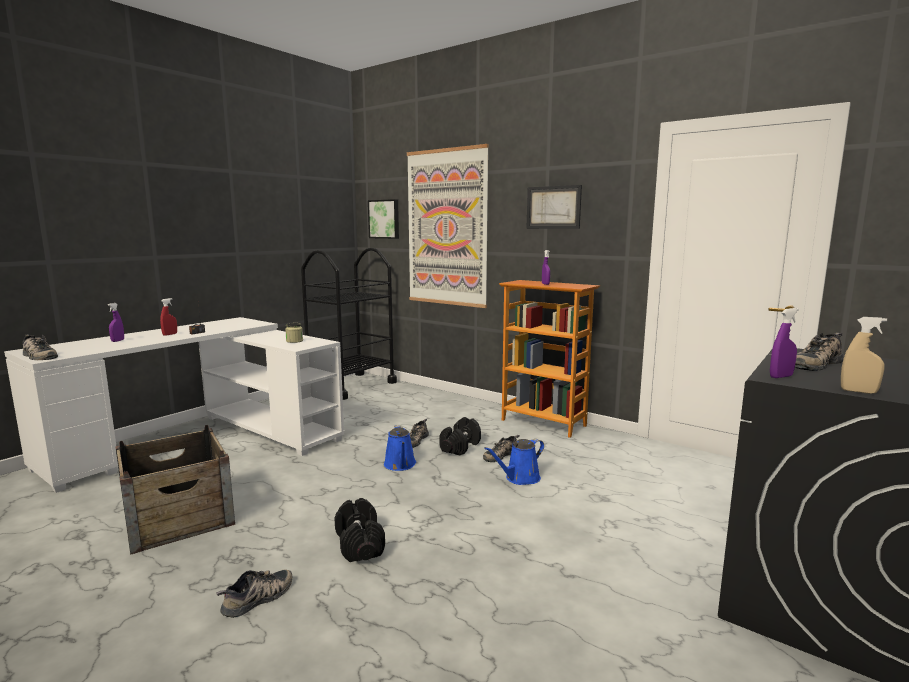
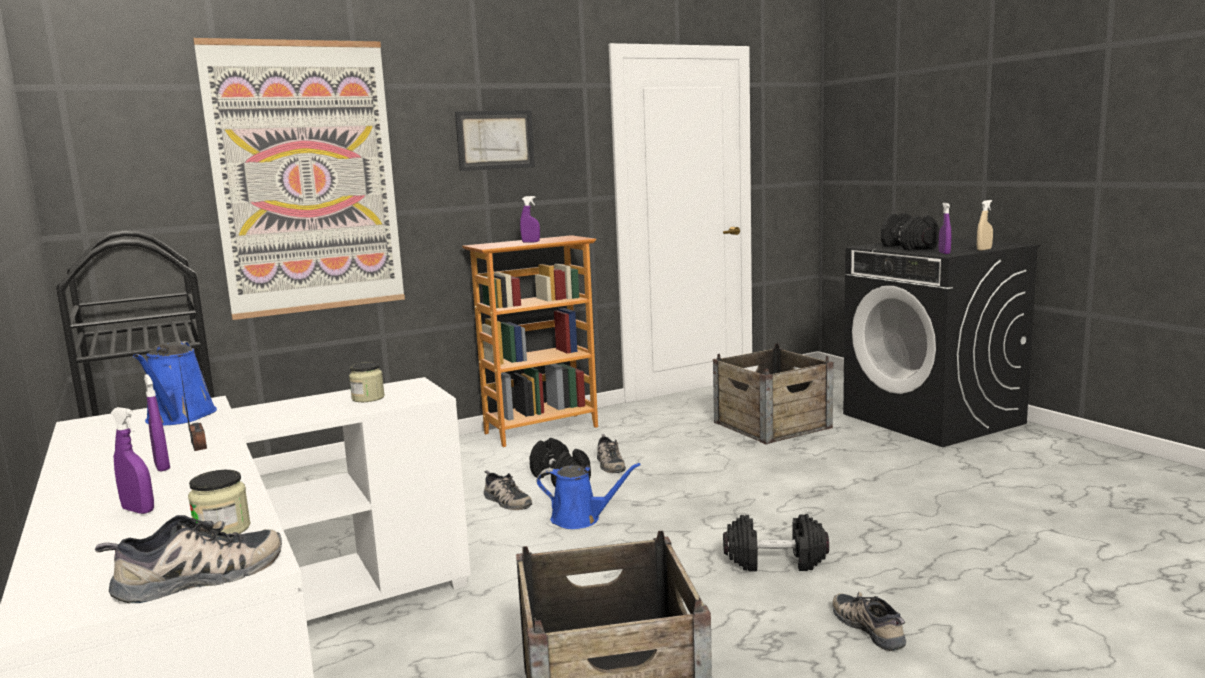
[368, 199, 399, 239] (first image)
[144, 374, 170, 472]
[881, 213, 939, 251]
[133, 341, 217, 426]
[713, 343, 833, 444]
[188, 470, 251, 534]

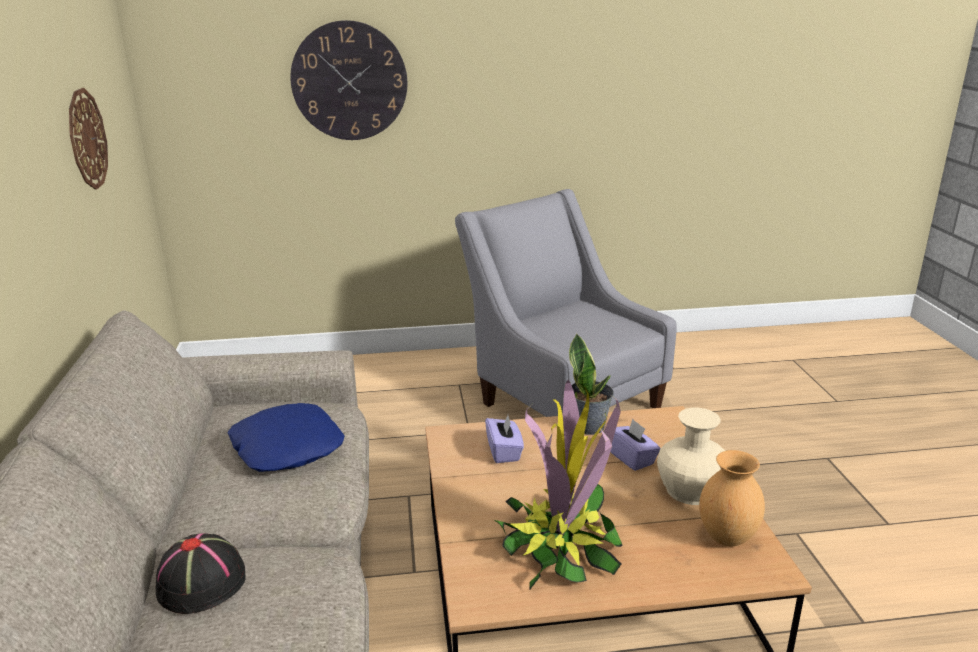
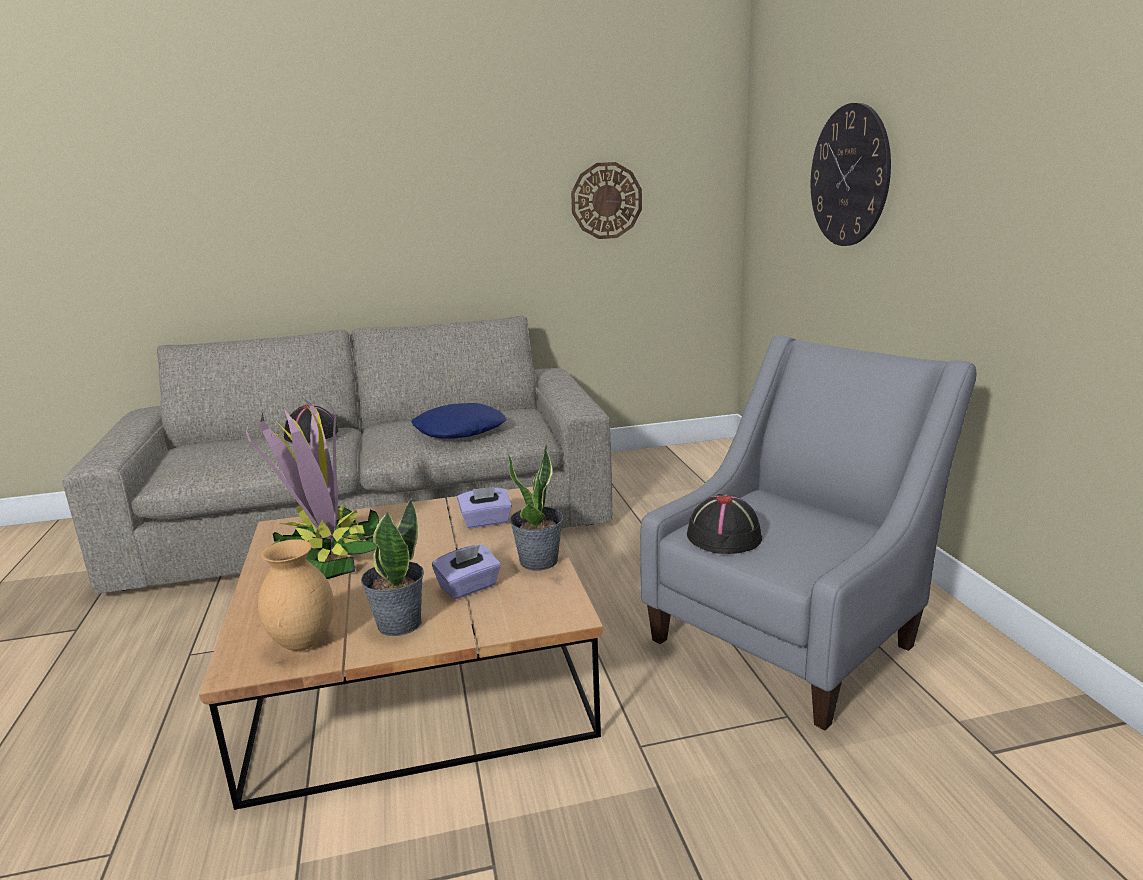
[361, 498, 424, 636]
[687, 494, 762, 554]

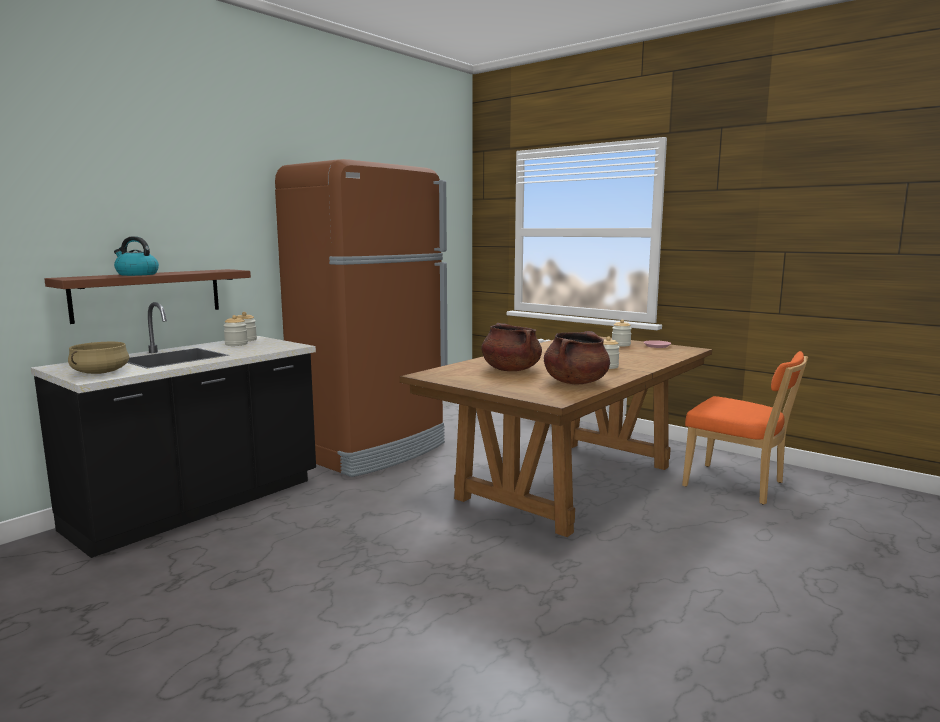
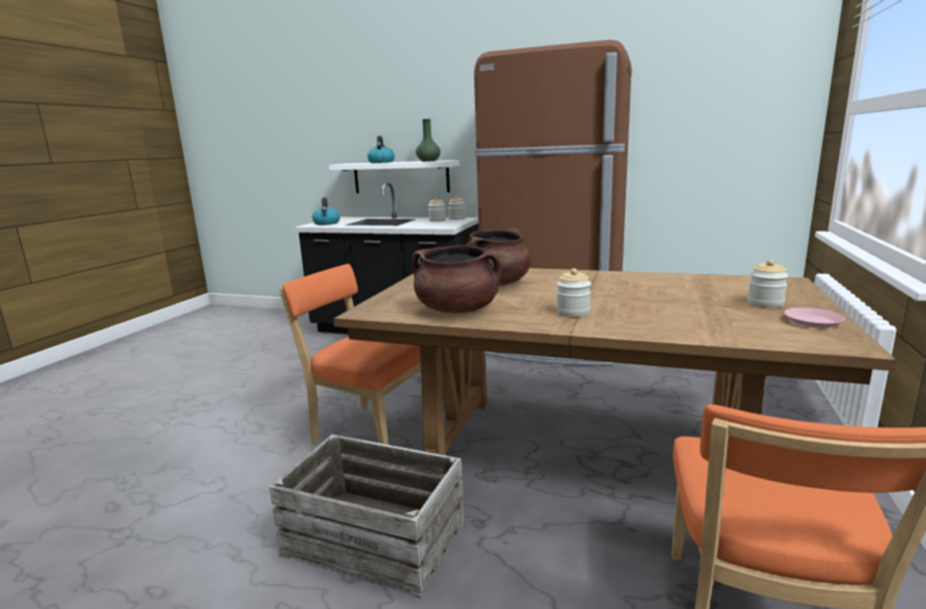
[329, 160, 460, 193]
[312, 197, 340, 225]
[416, 119, 441, 162]
[279, 264, 421, 465]
[269, 434, 464, 598]

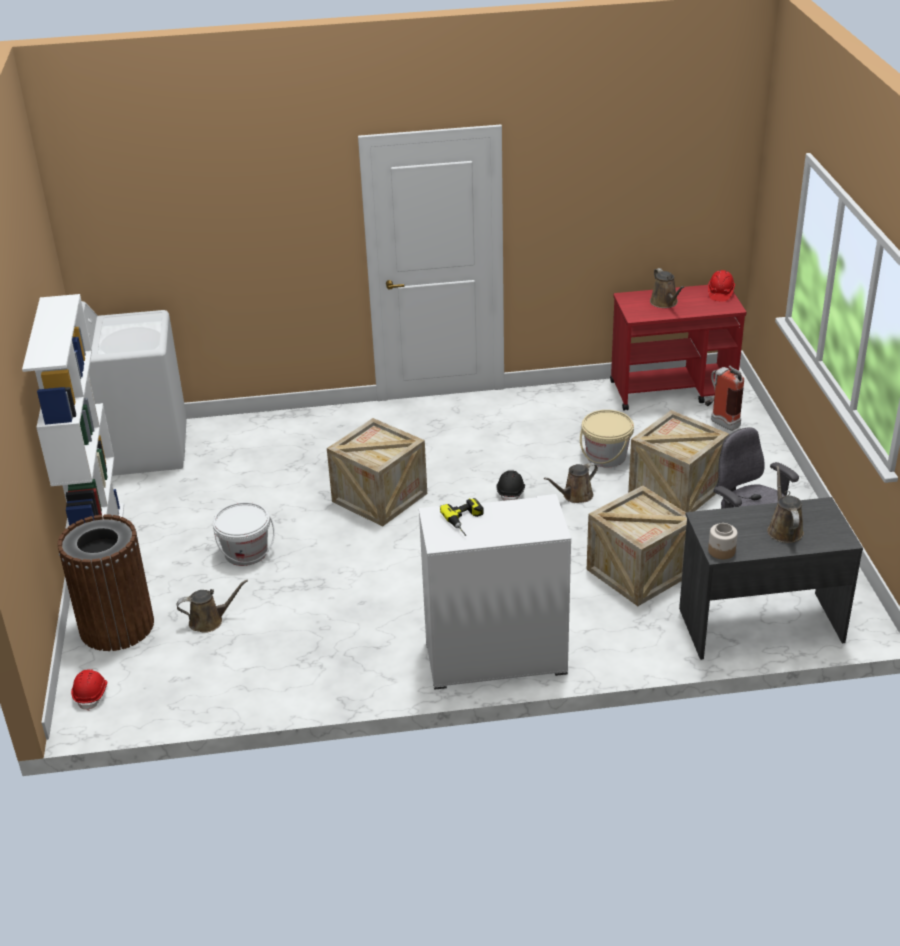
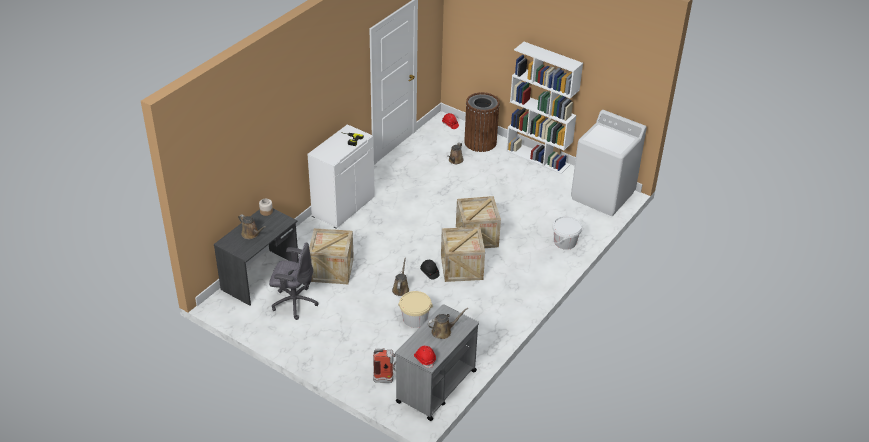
[428, 308, 469, 339]
[395, 304, 479, 421]
[441, 227, 485, 282]
[552, 216, 582, 250]

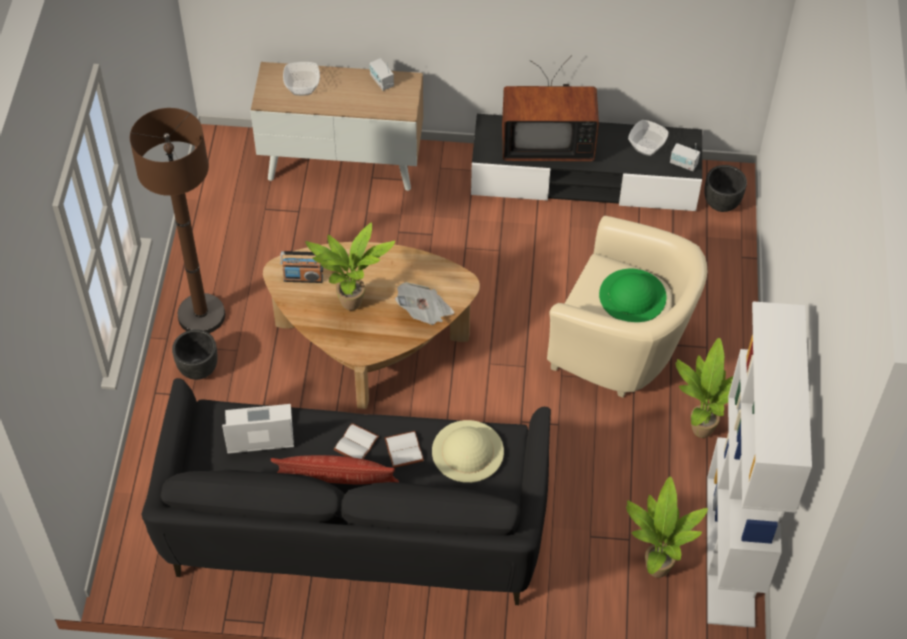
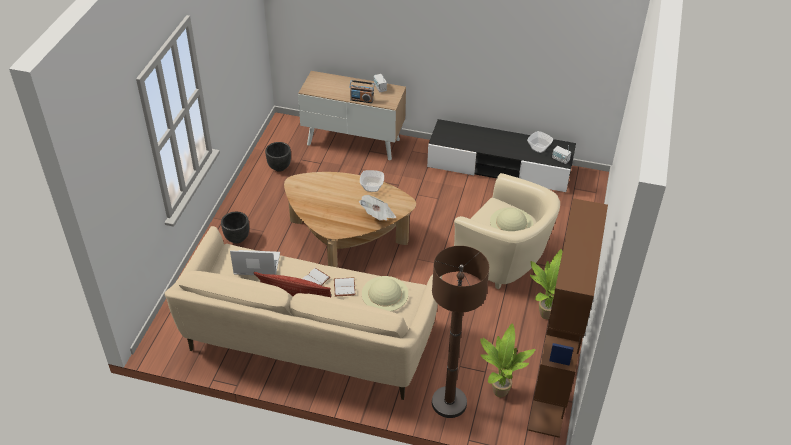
[502, 55, 599, 161] (first image)
[360, 170, 384, 192]
[432, 246, 489, 418]
[265, 142, 291, 172]
[305, 223, 395, 310] (first image)
[350, 80, 374, 103]
[490, 207, 533, 231]
[528, 198, 608, 438]
[165, 226, 442, 400]

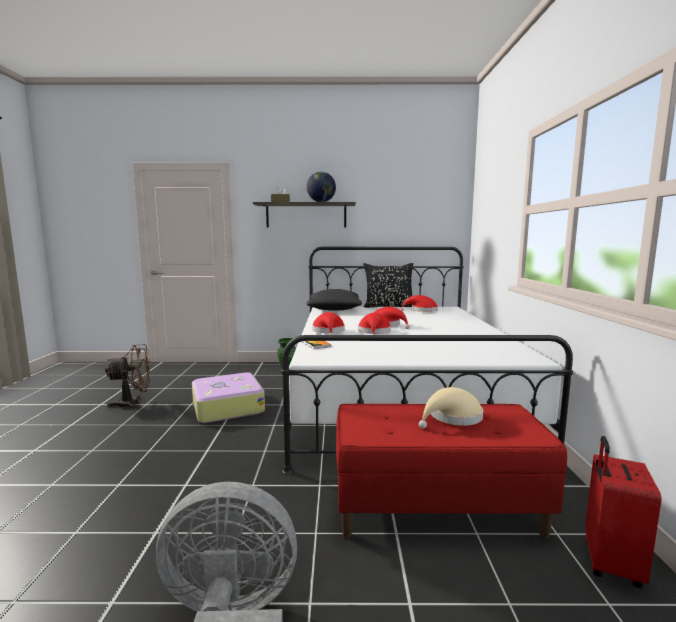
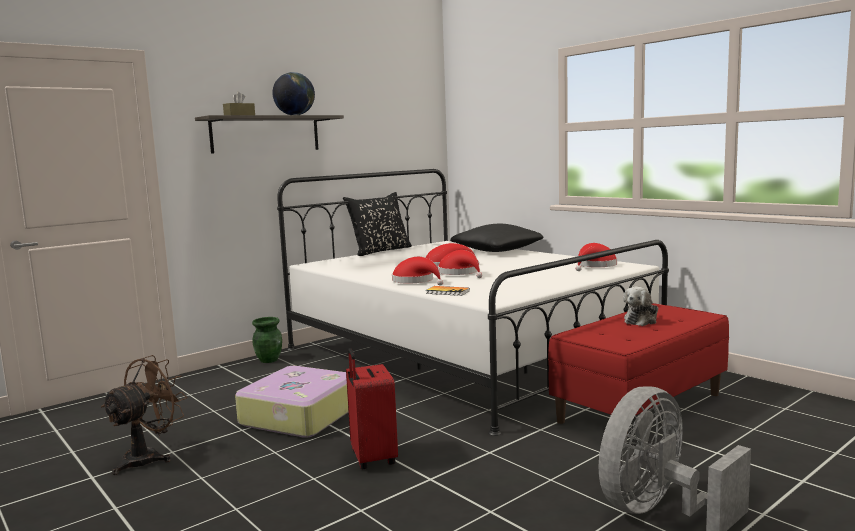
[450, 224, 543, 252]
[575, 243, 617, 271]
[623, 287, 658, 326]
[346, 348, 398, 469]

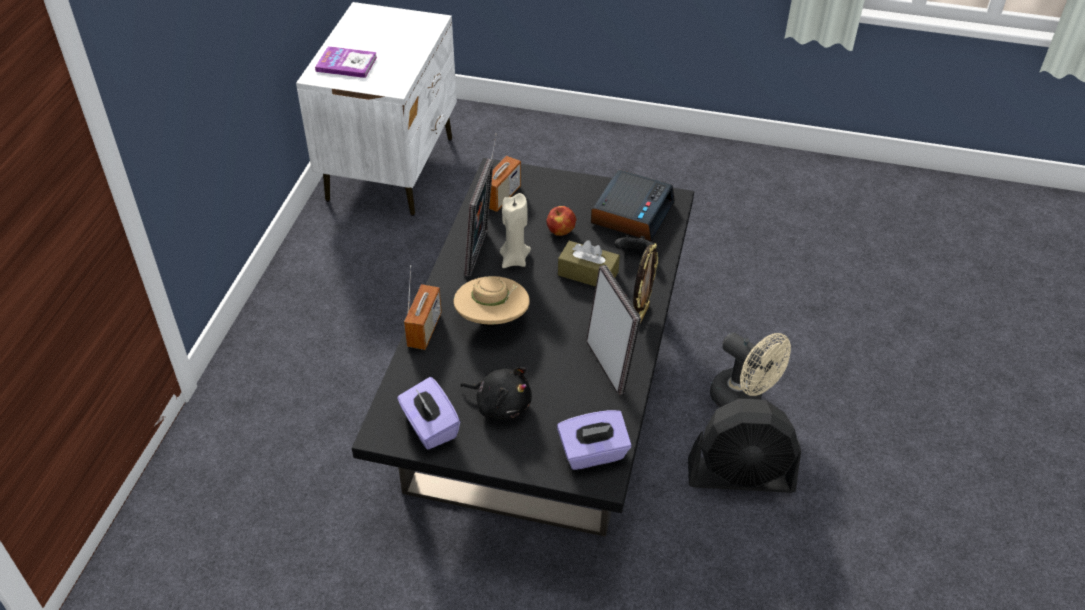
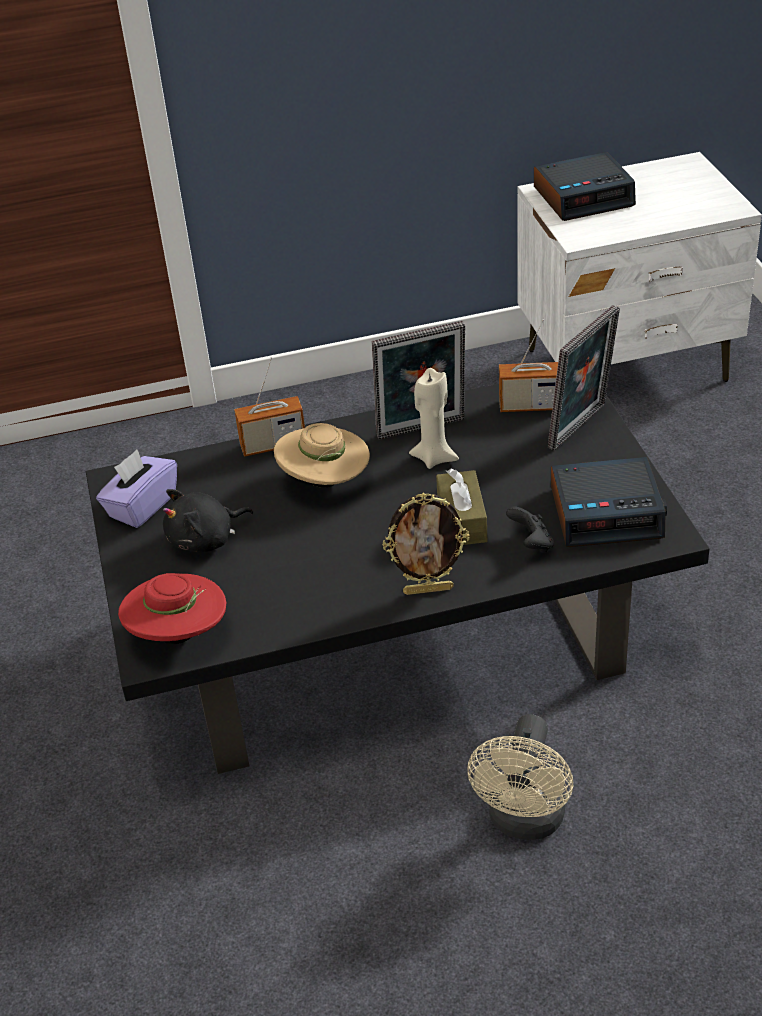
[534, 152, 636, 221]
[547, 206, 576, 236] (first image)
[548, 305, 620, 451]
[163, 489, 253, 552]
[688, 398, 801, 493] (first image)
[118, 573, 226, 644]

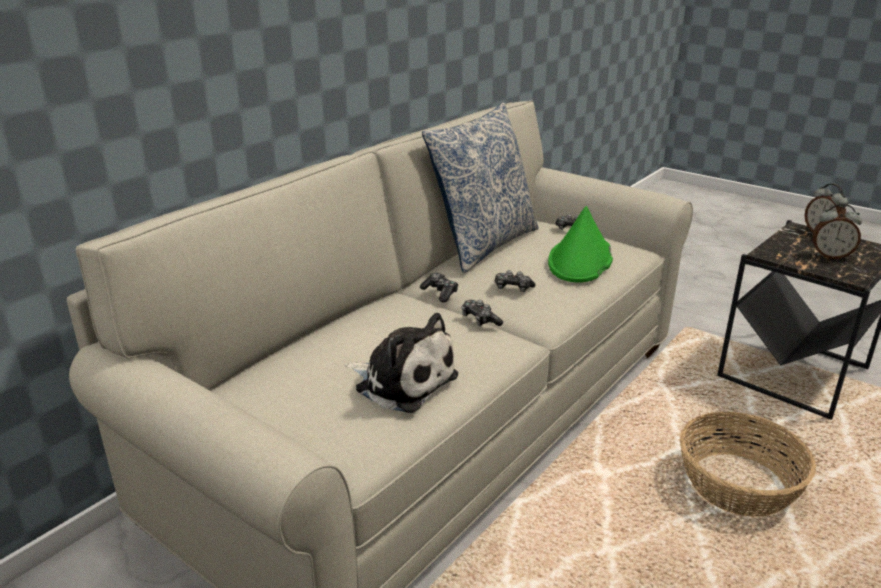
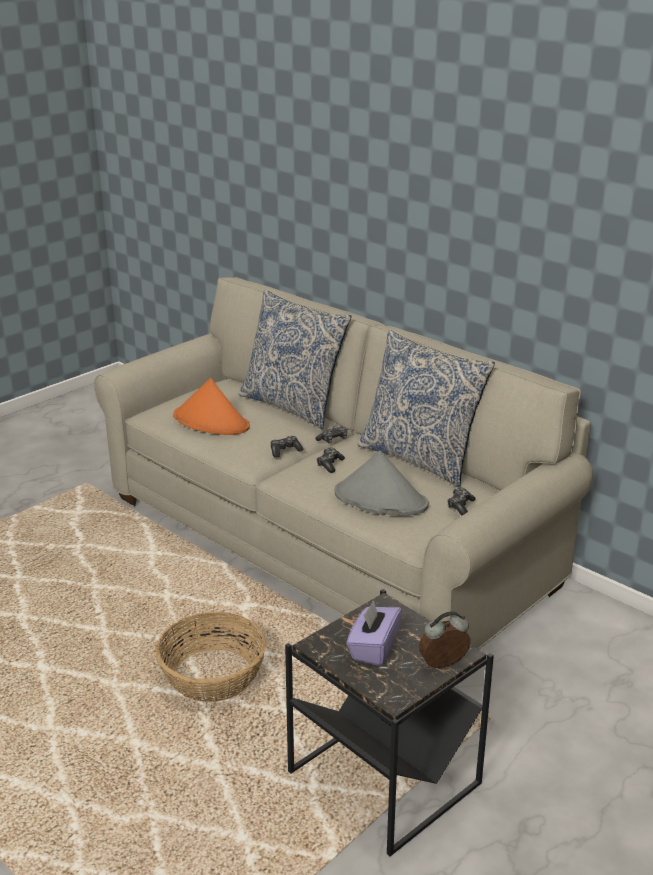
[347, 600, 402, 666]
[335, 451, 429, 516]
[173, 378, 250, 435]
[239, 290, 352, 429]

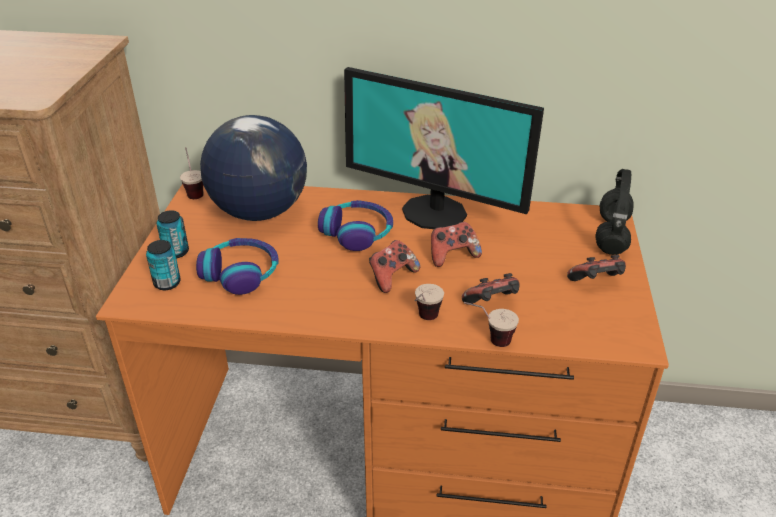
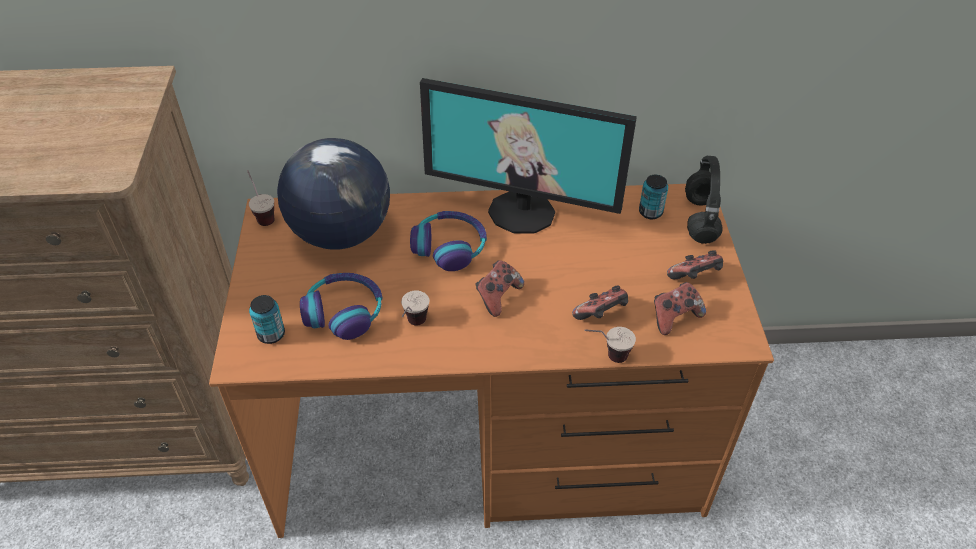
[639, 175, 668, 219]
[654, 282, 706, 335]
[401, 291, 429, 325]

